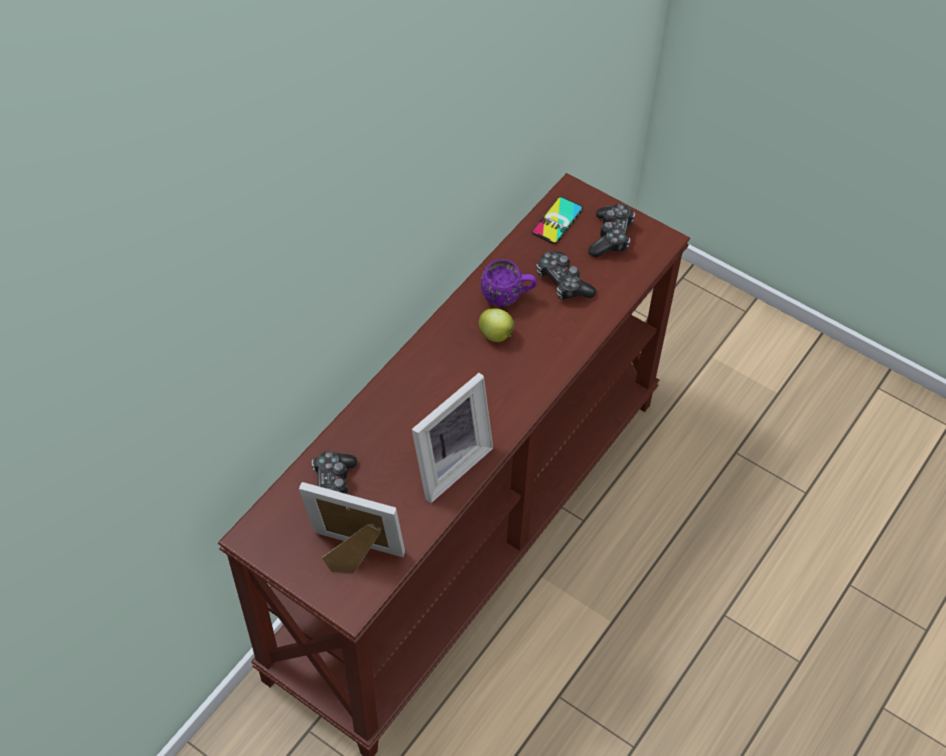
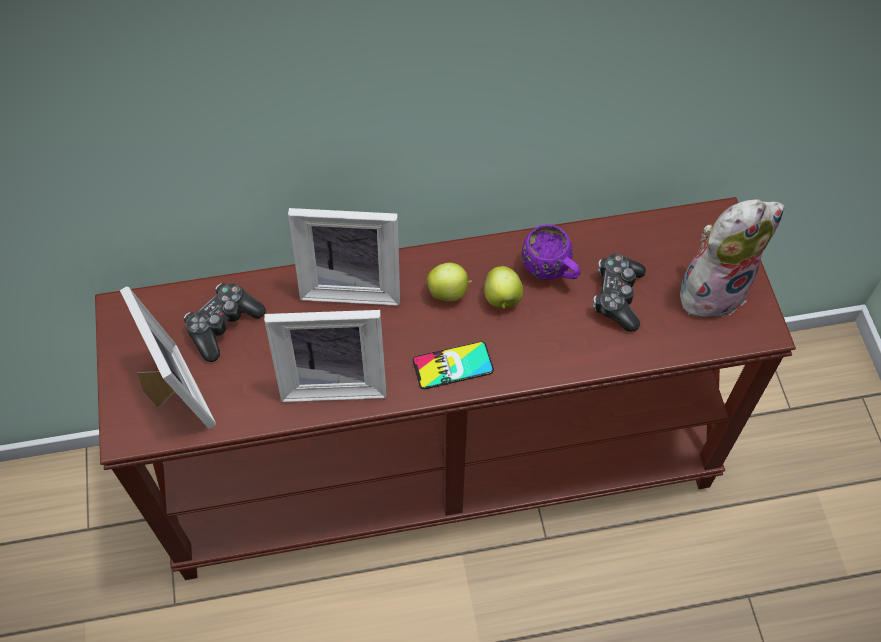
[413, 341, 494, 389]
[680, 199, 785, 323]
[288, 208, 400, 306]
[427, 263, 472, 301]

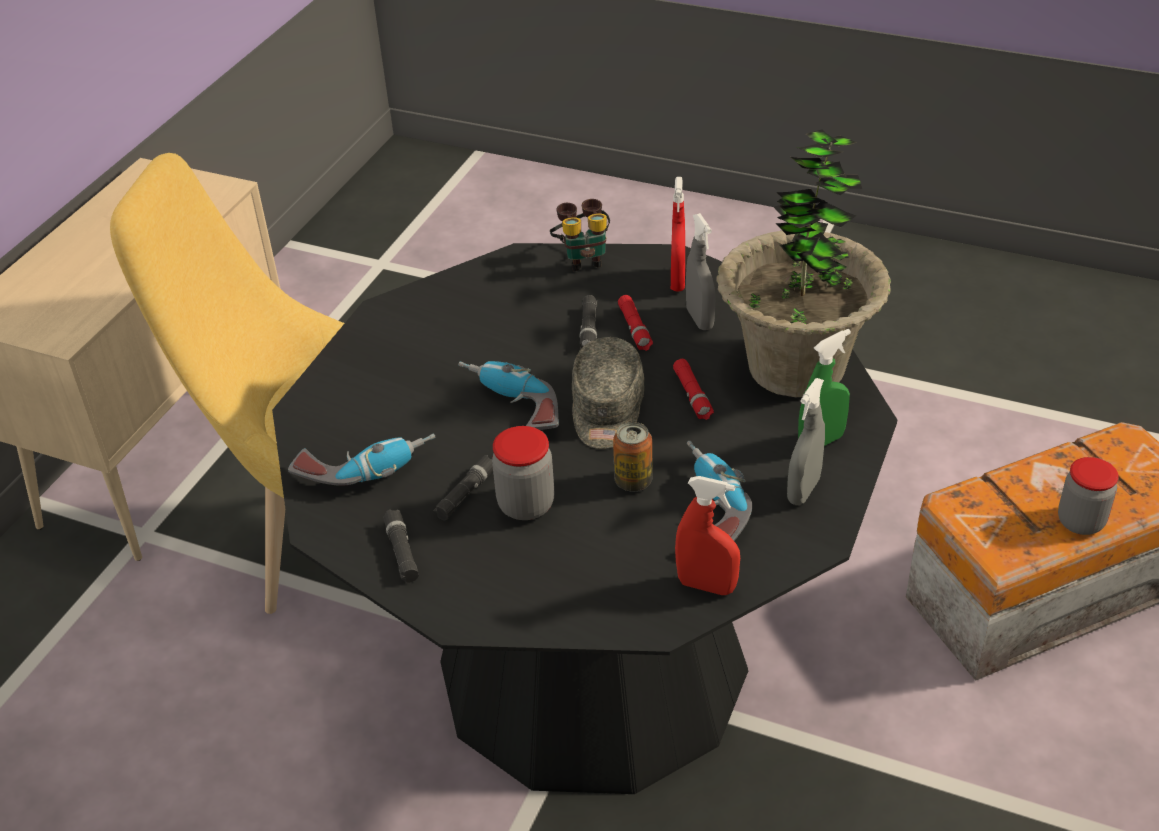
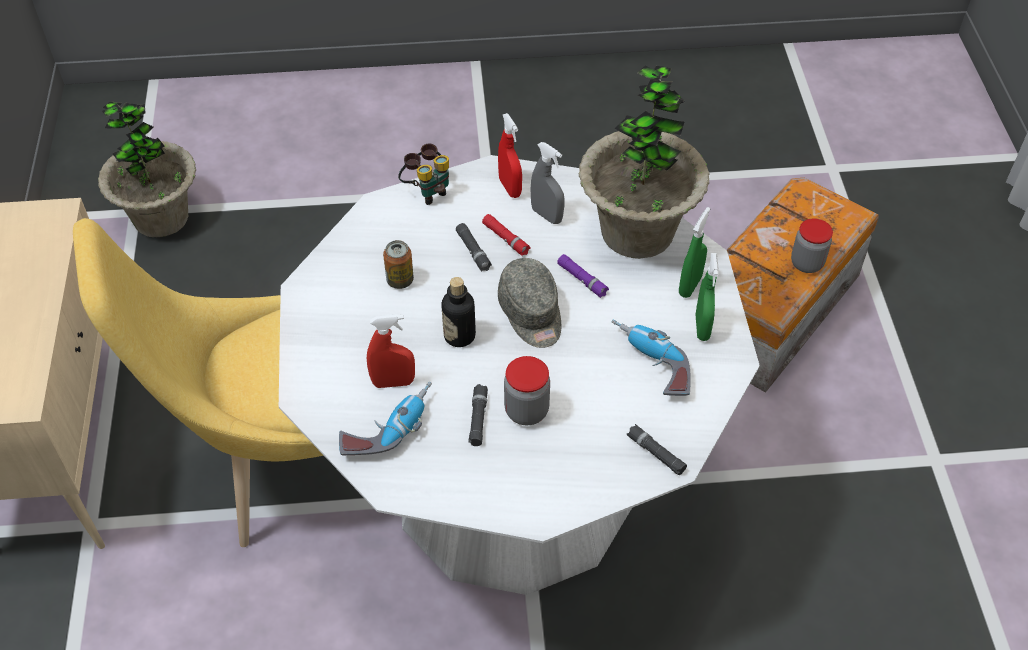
[279, 155, 760, 595]
[557, 254, 609, 298]
[441, 277, 476, 347]
[696, 253, 719, 341]
[383, 240, 414, 289]
[367, 314, 415, 388]
[627, 424, 687, 475]
[98, 101, 196, 237]

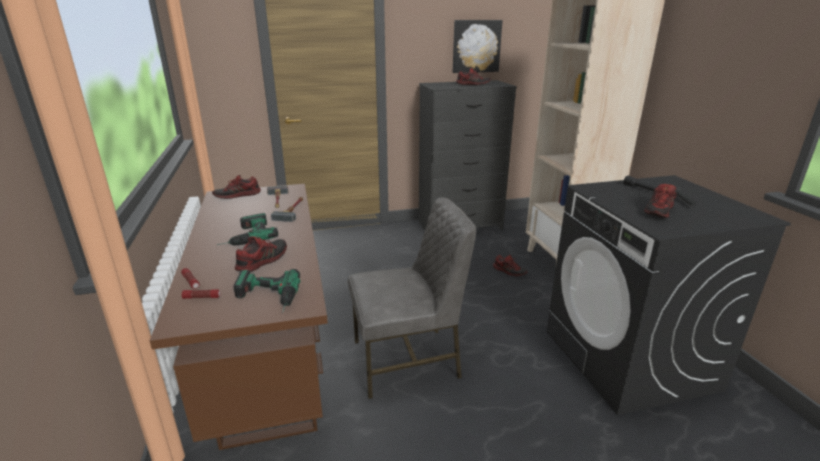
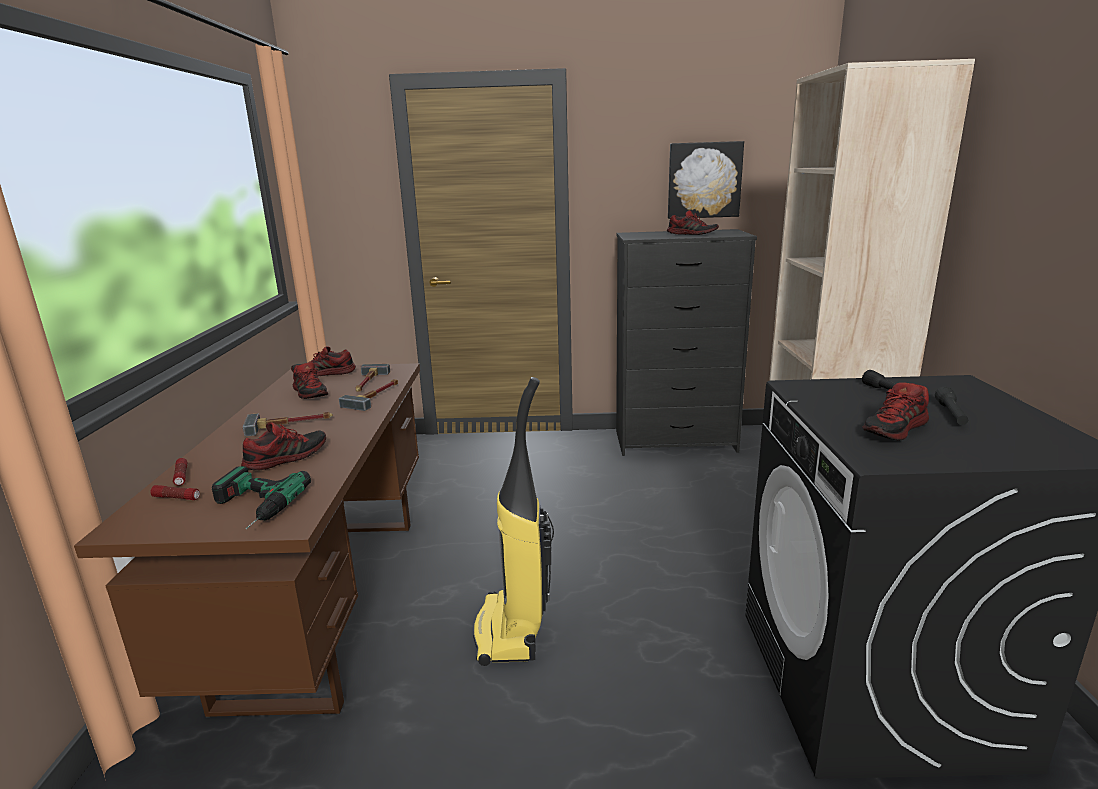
[473, 377, 554, 666]
[243, 412, 333, 437]
[293, 362, 328, 399]

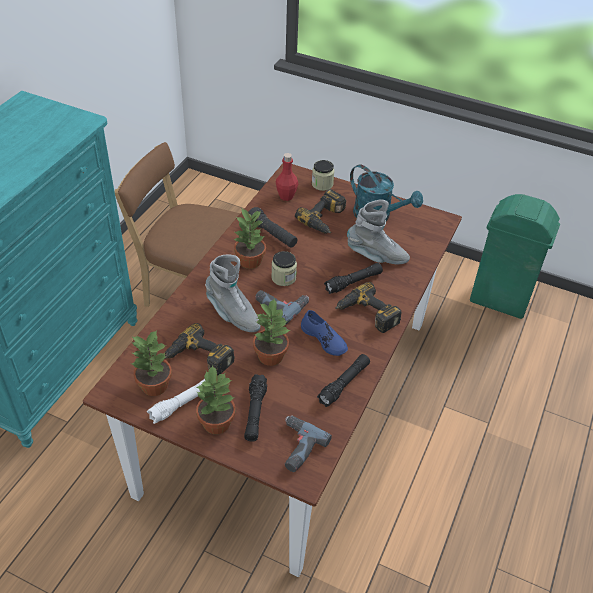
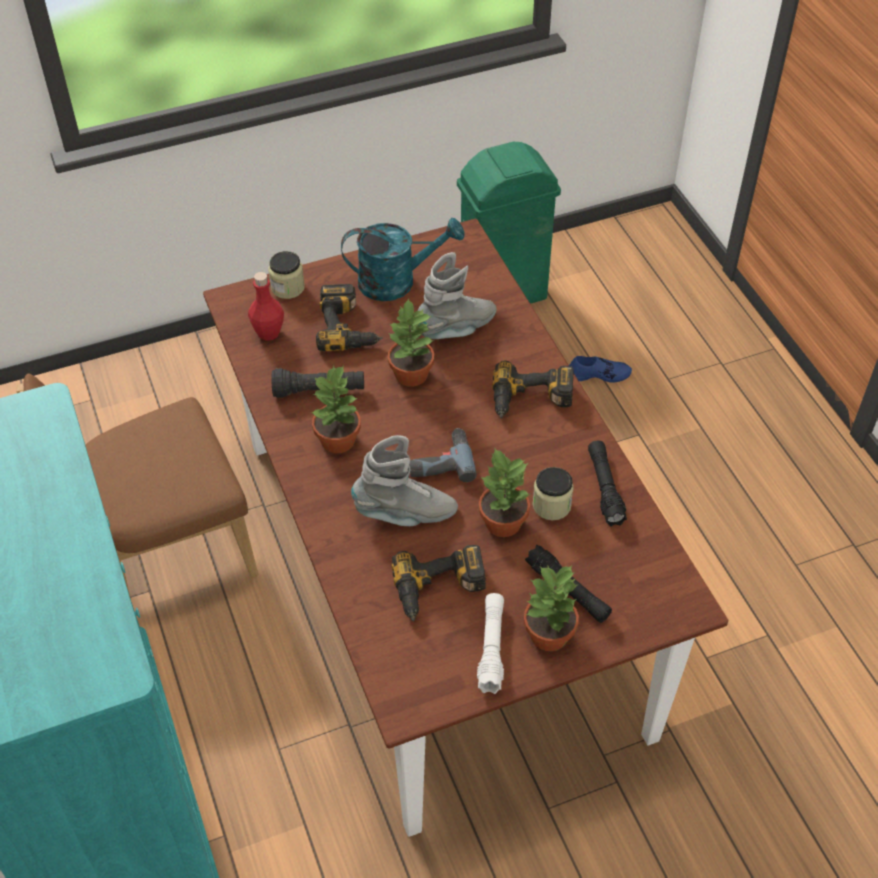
[532, 467, 574, 520]
[324, 263, 383, 294] (first image)
[569, 356, 632, 383]
[388, 298, 434, 387]
[285, 415, 332, 472] (first image)

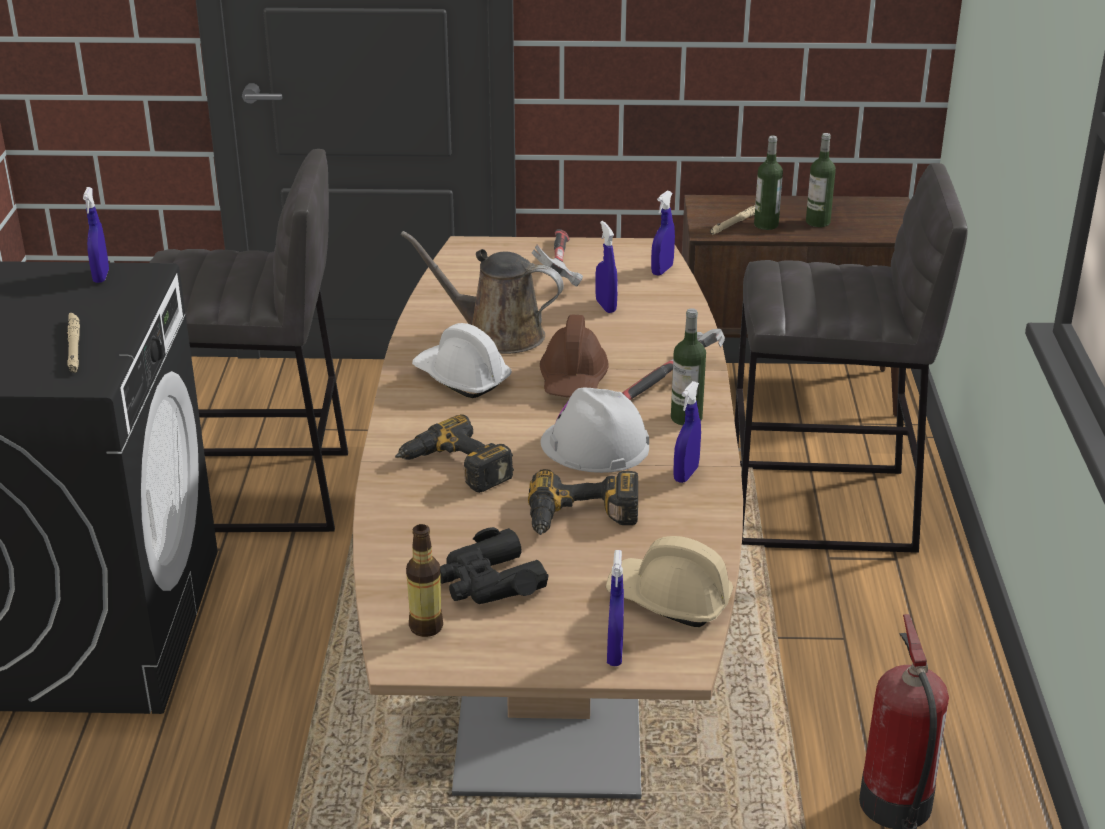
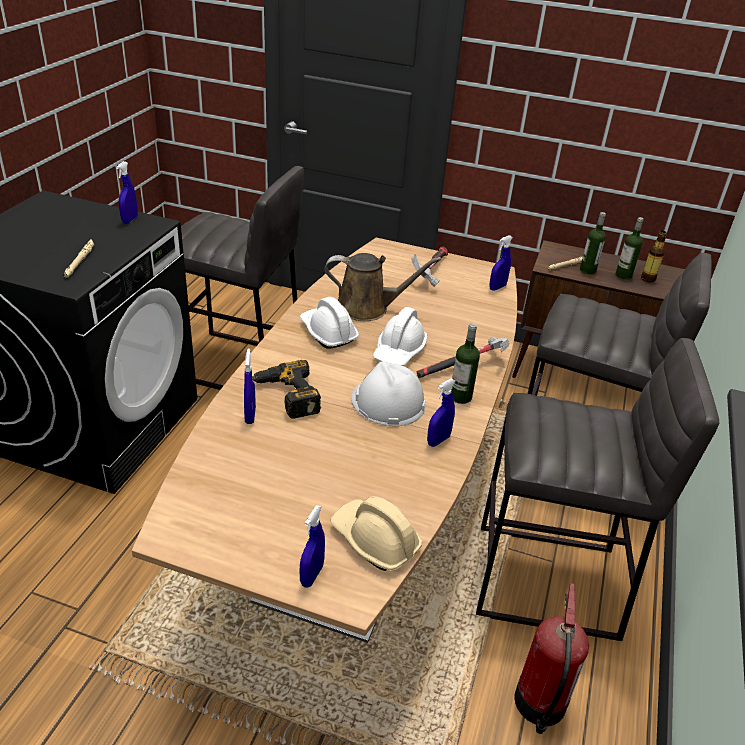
[244, 349, 256, 424]
[324, 253, 441, 321]
[373, 307, 427, 366]
[528, 469, 638, 535] (first image)
[641, 231, 667, 283]
[440, 527, 549, 604] (first image)
[476, 338, 719, 641]

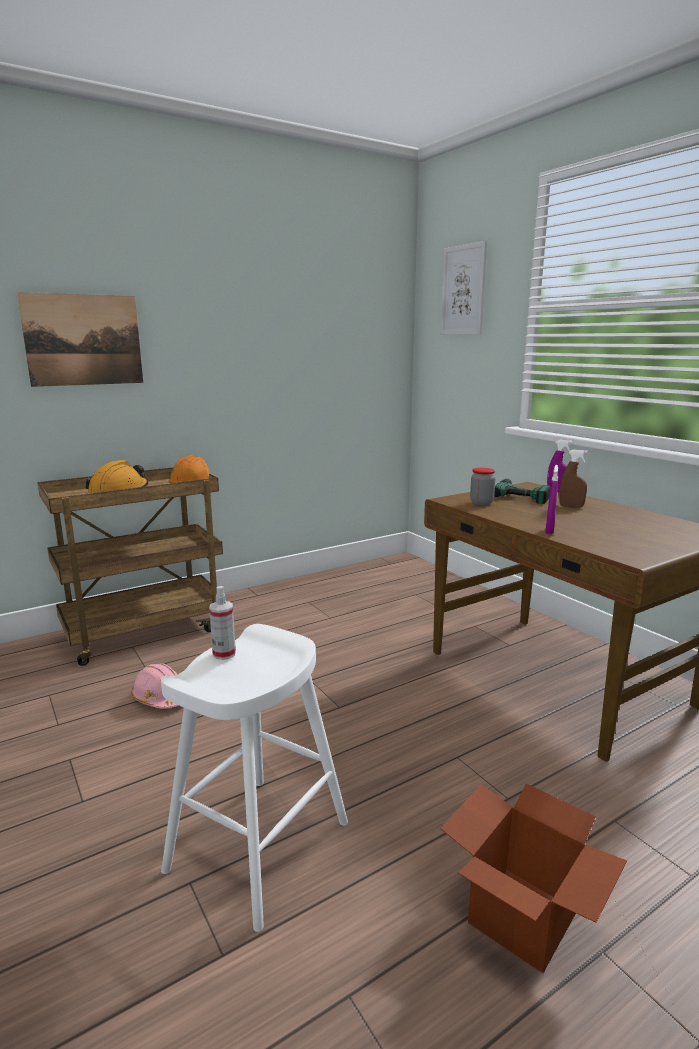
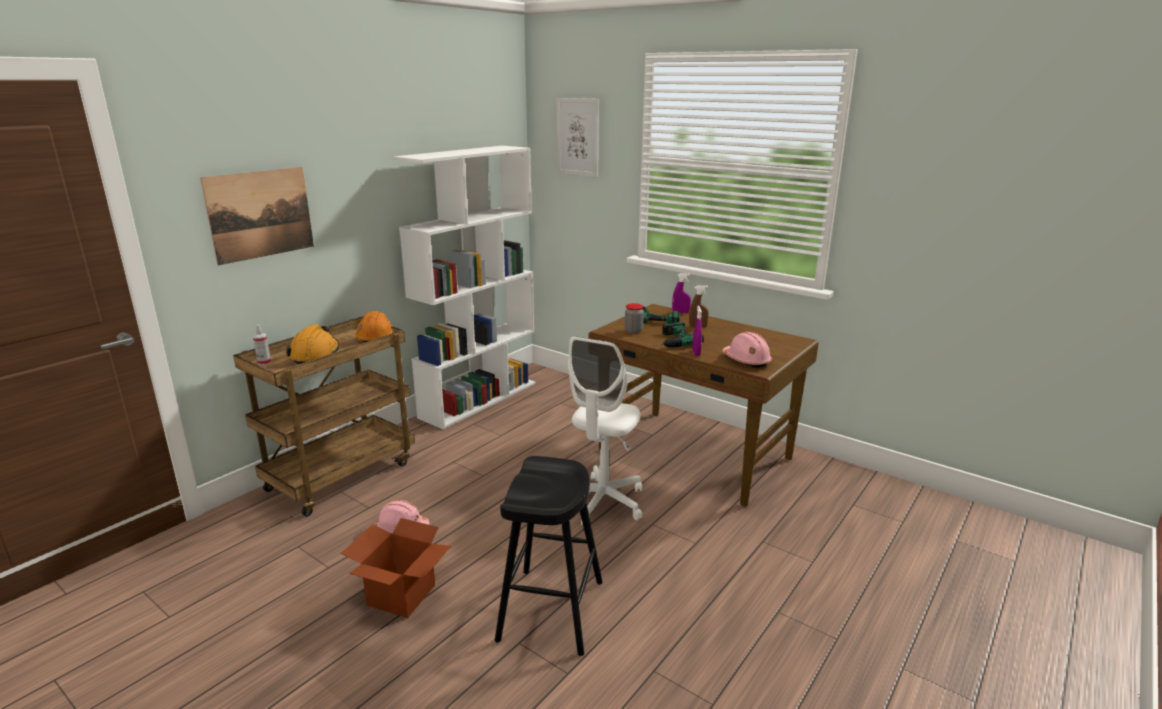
[253, 324, 271, 365]
[495, 456, 603, 656]
[341, 518, 451, 618]
[393, 146, 535, 429]
[654, 322, 704, 347]
[723, 332, 772, 368]
[568, 336, 642, 526]

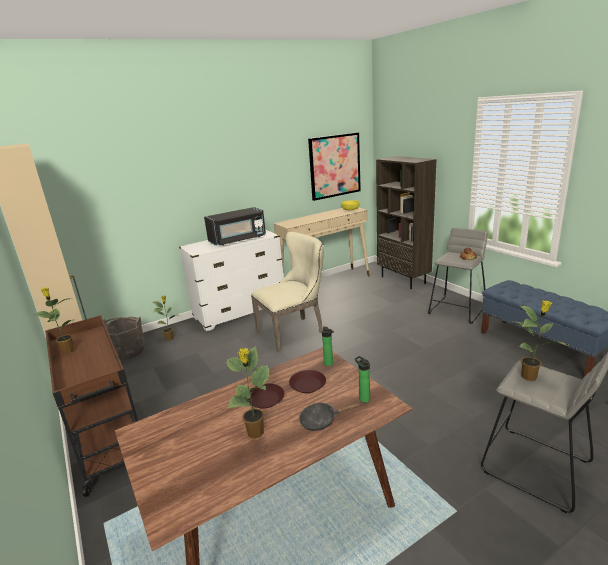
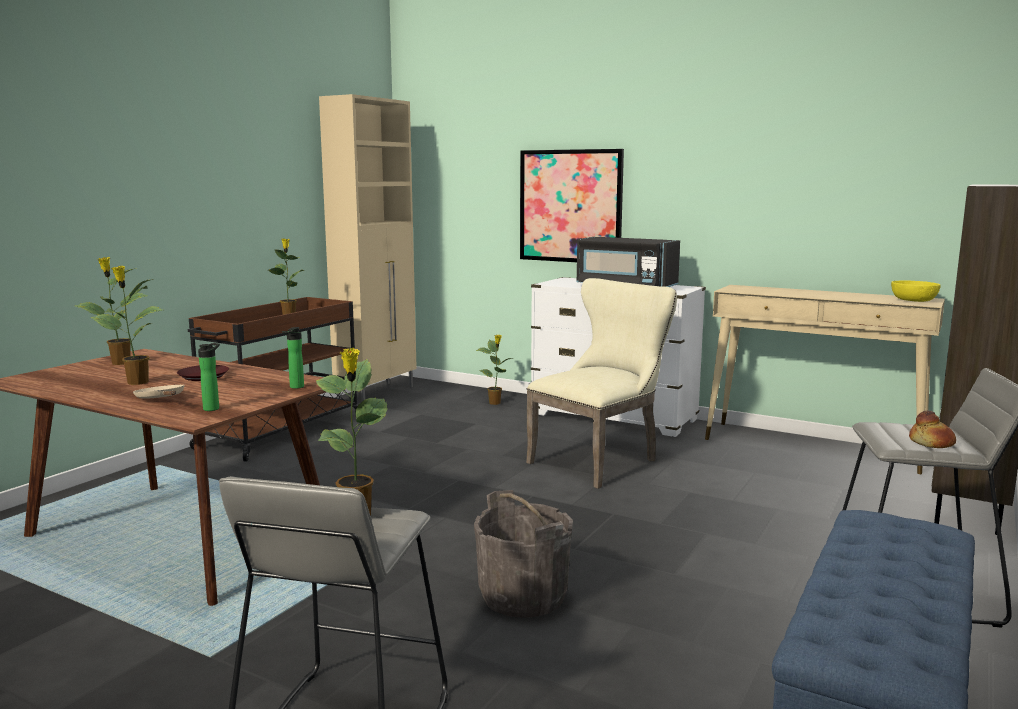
[520, 149, 624, 262]
[526, 278, 677, 489]
[474, 490, 573, 618]
[289, 370, 326, 393] (first image)
[133, 385, 185, 399]
[75, 257, 148, 365]

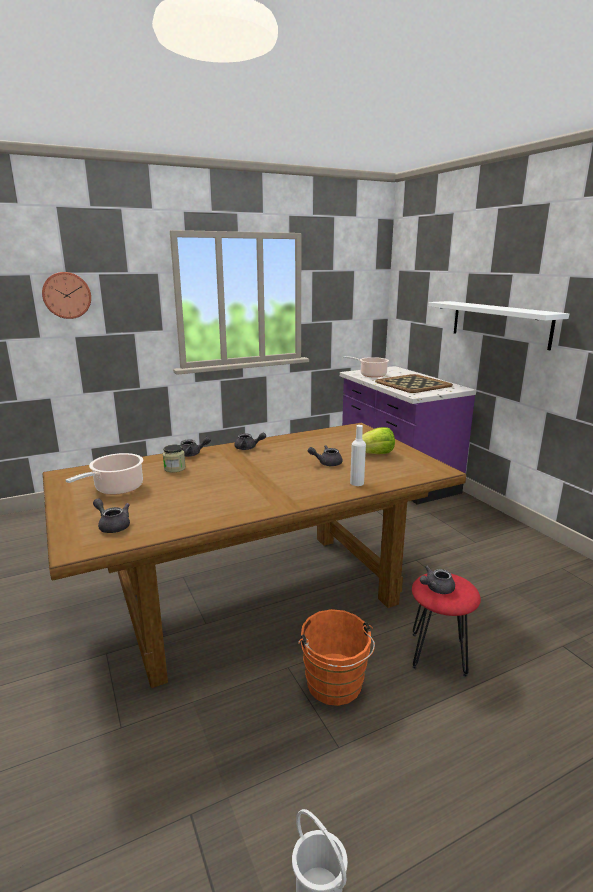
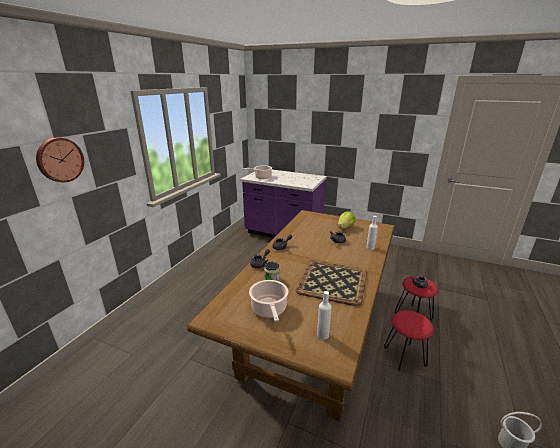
[429, 301, 569, 350] (first image)
[296, 260, 367, 306]
[317, 291, 332, 339]
[384, 310, 434, 372]

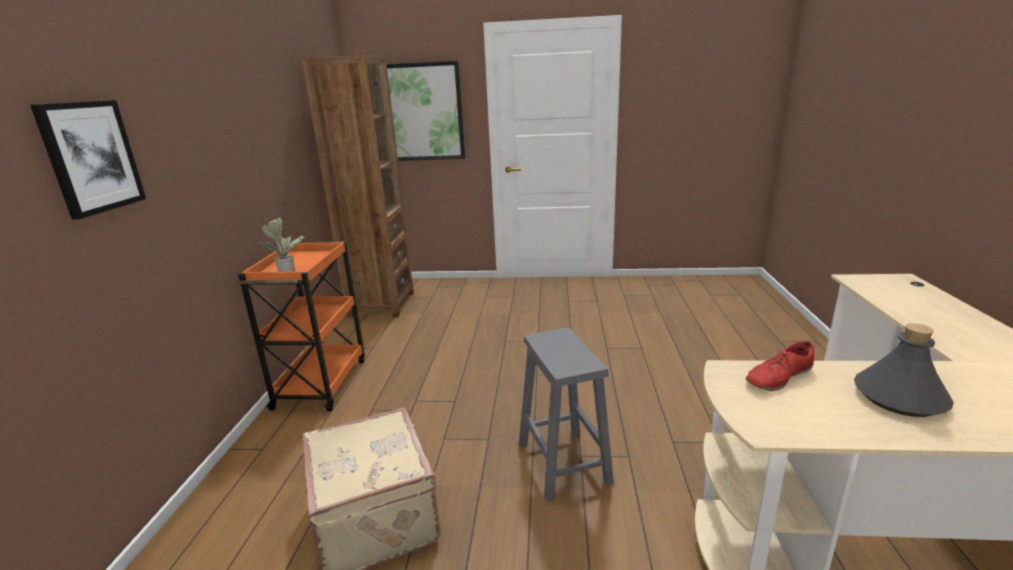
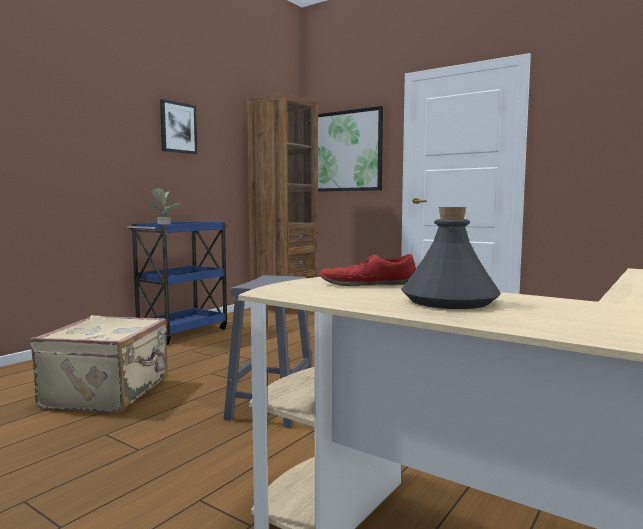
[160, 99, 197, 154]
[127, 221, 228, 345]

